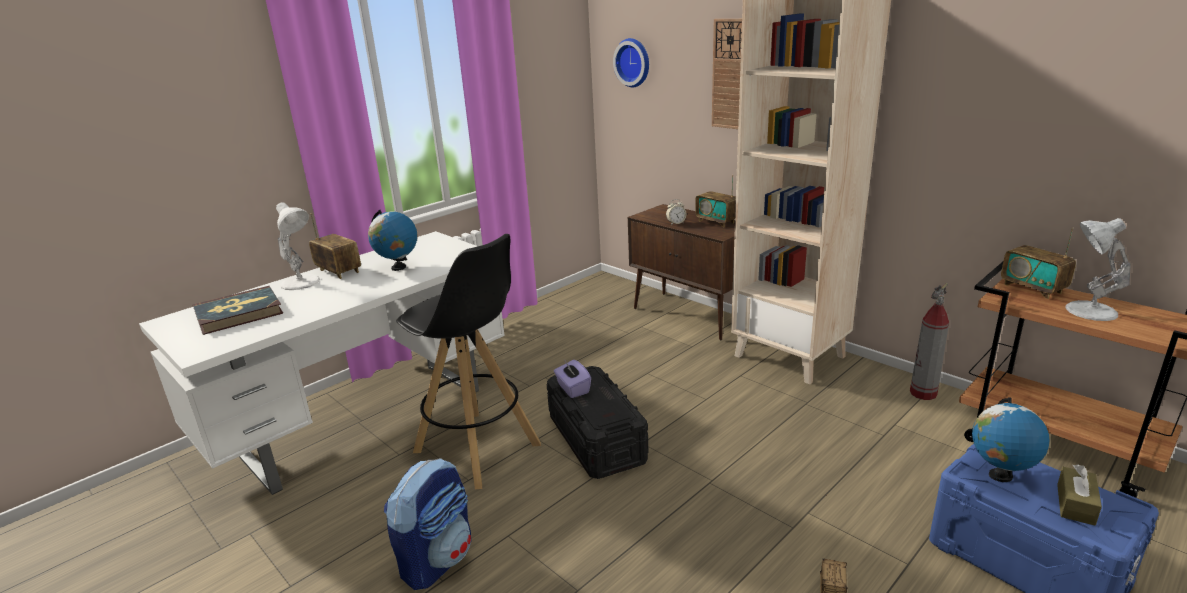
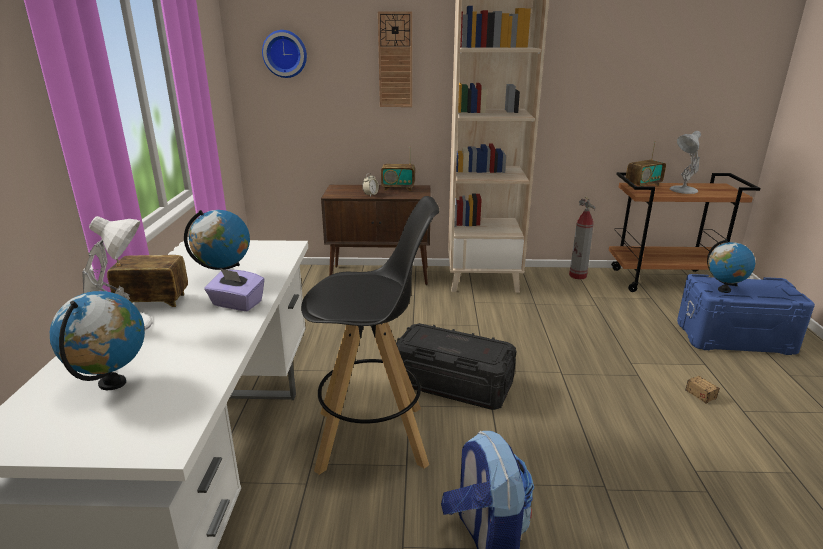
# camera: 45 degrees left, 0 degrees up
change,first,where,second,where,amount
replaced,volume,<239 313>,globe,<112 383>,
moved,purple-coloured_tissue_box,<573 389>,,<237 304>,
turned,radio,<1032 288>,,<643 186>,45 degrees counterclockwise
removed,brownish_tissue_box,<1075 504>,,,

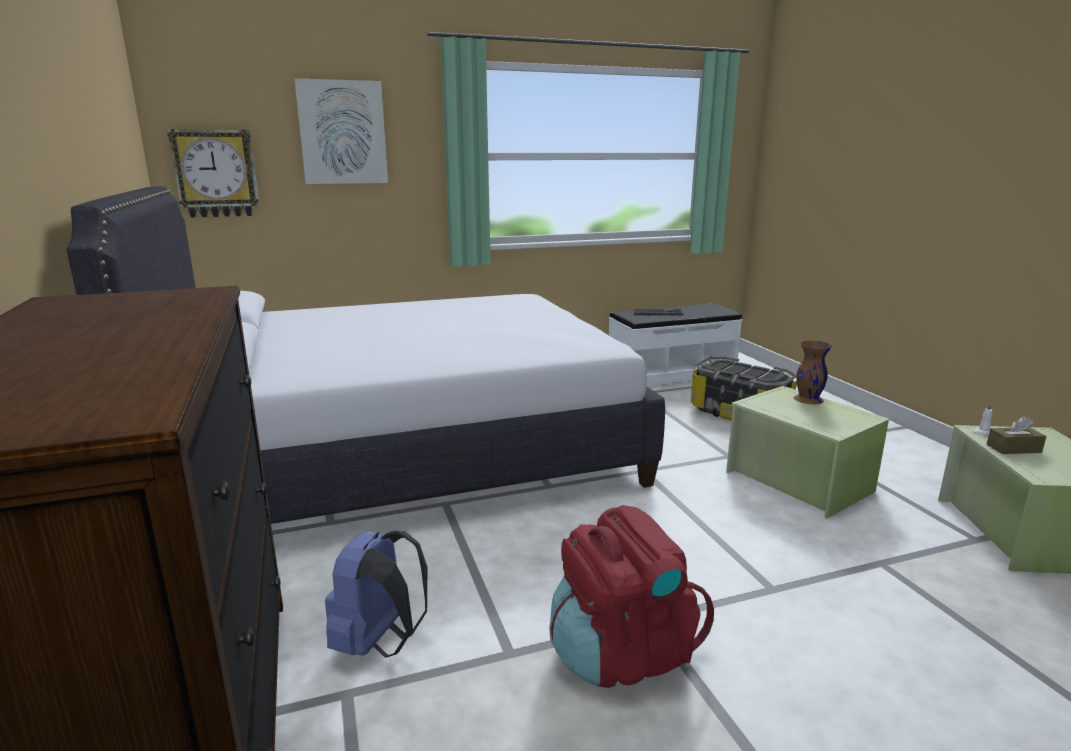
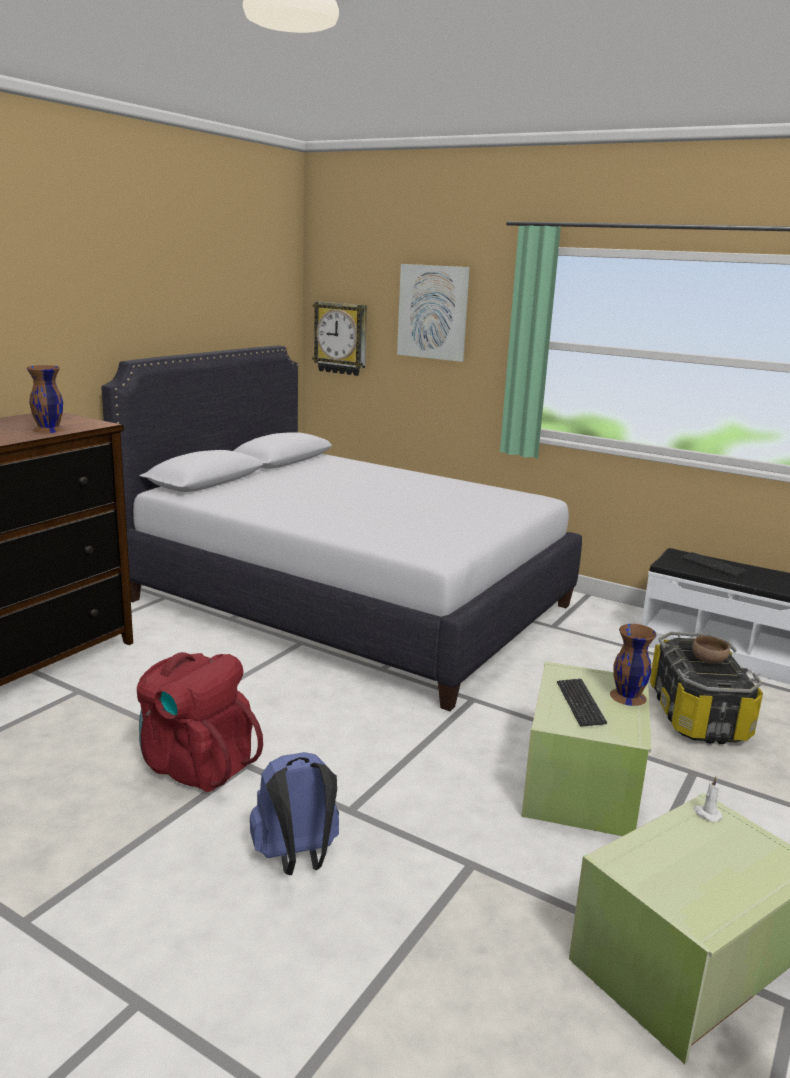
# camera: 50 degrees right, 0 degrees up
change,first,where,second,where,amount
added,,,brownish_flower_vase,<48 429>,
moved,blue-coloured_backpack,<379 643>,,<297 859>,
added,,,computer_keyboard,<580 703>,
added,,,brownish_bowl,<709 661>,
removed,brownish_tissue_box,<1013 448>,,,

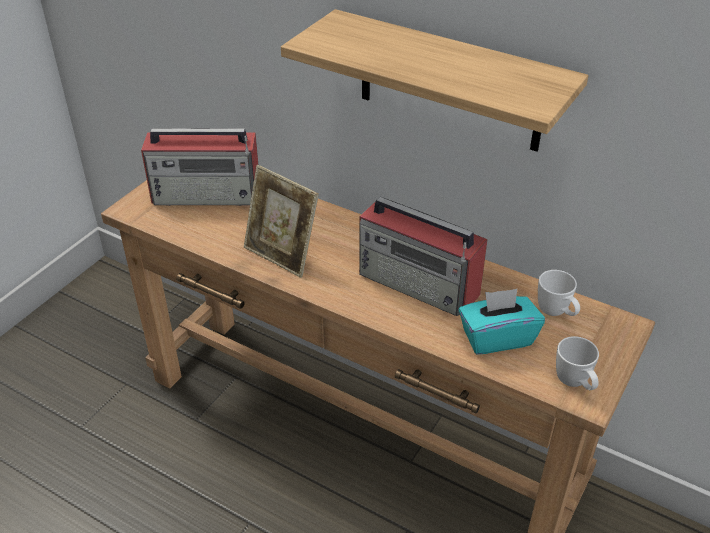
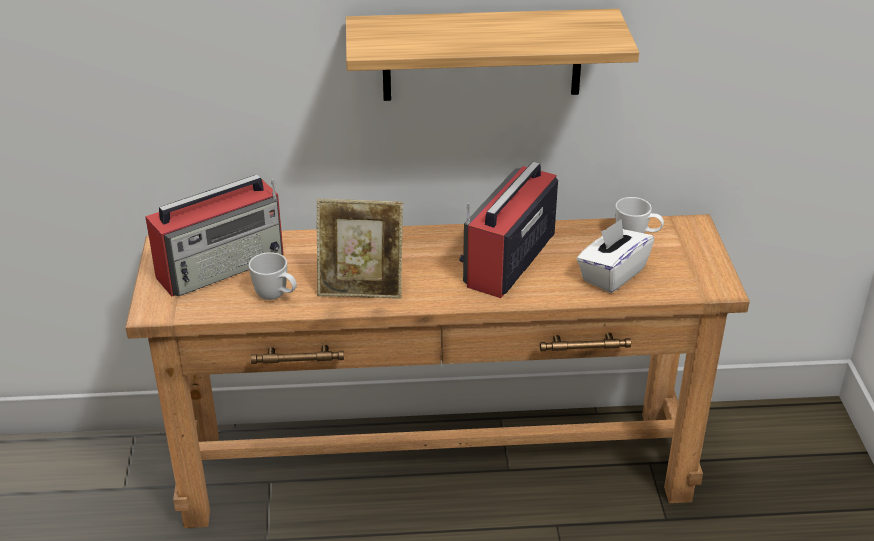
# camera: 35 degrees left, 5 degrees down
change,first,where,second,where,amount
moved,white-coloured_tea_mug,<575 384>,,<276 296>,
turned,radio,<419 284>,,<508 261>,120 degrees clockwise
recoloured,turquoise_tissue_box,<497 337>,white-coloured_tissue_box,<612 274>,

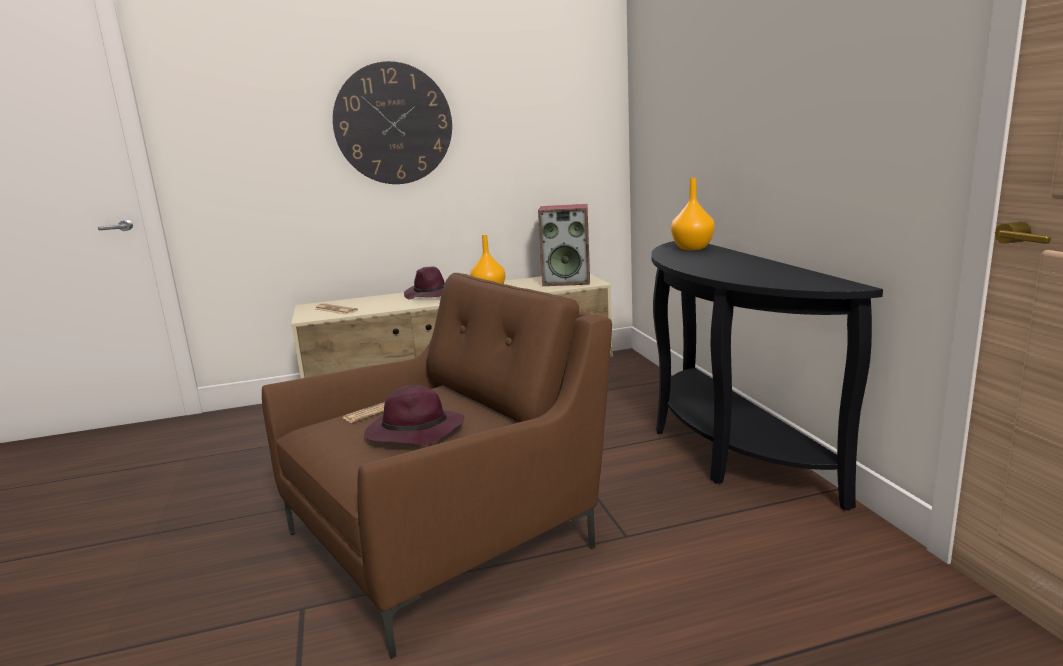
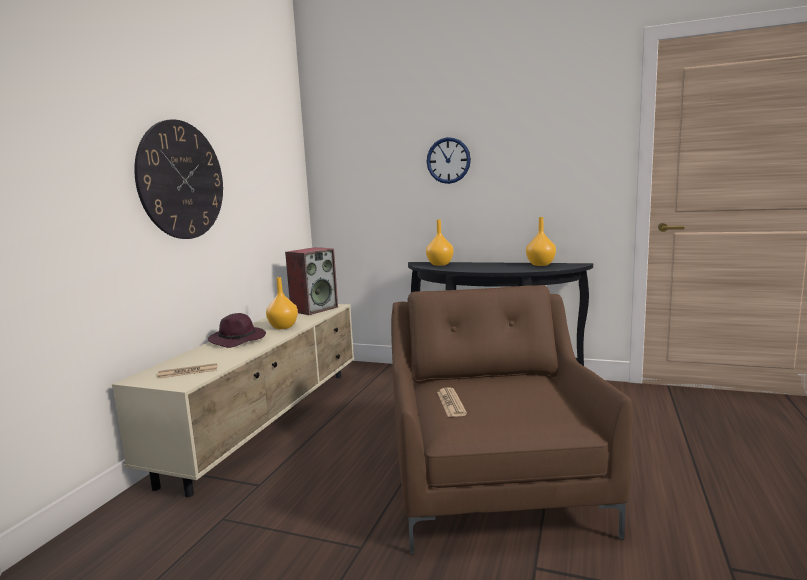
# camera: 55 degrees left, 5 degrees down
change,first,where,second,where,amount
added,,,wall_clock,<448 160>,
added,,,orangey_flower_vase,<541 264>,
removed,purple-coloured_hat,<413 433>,,,

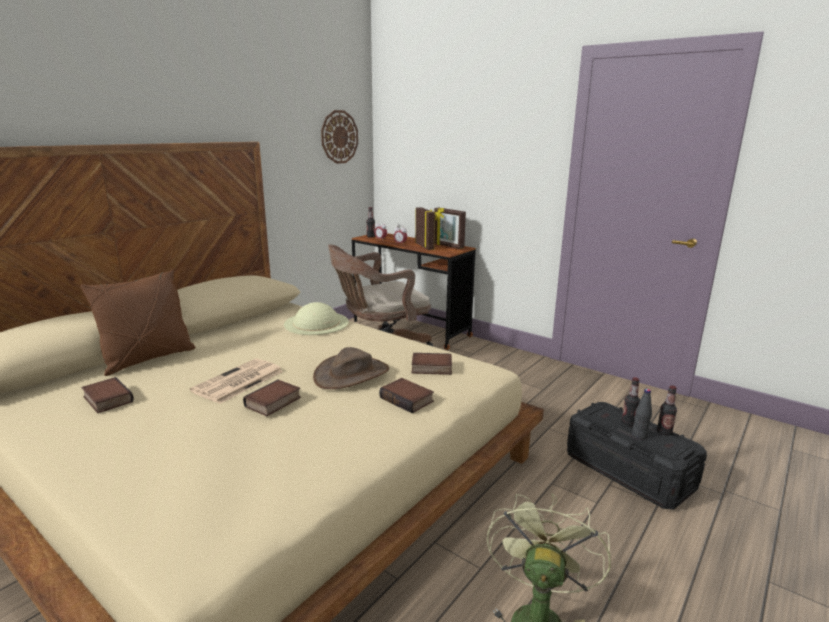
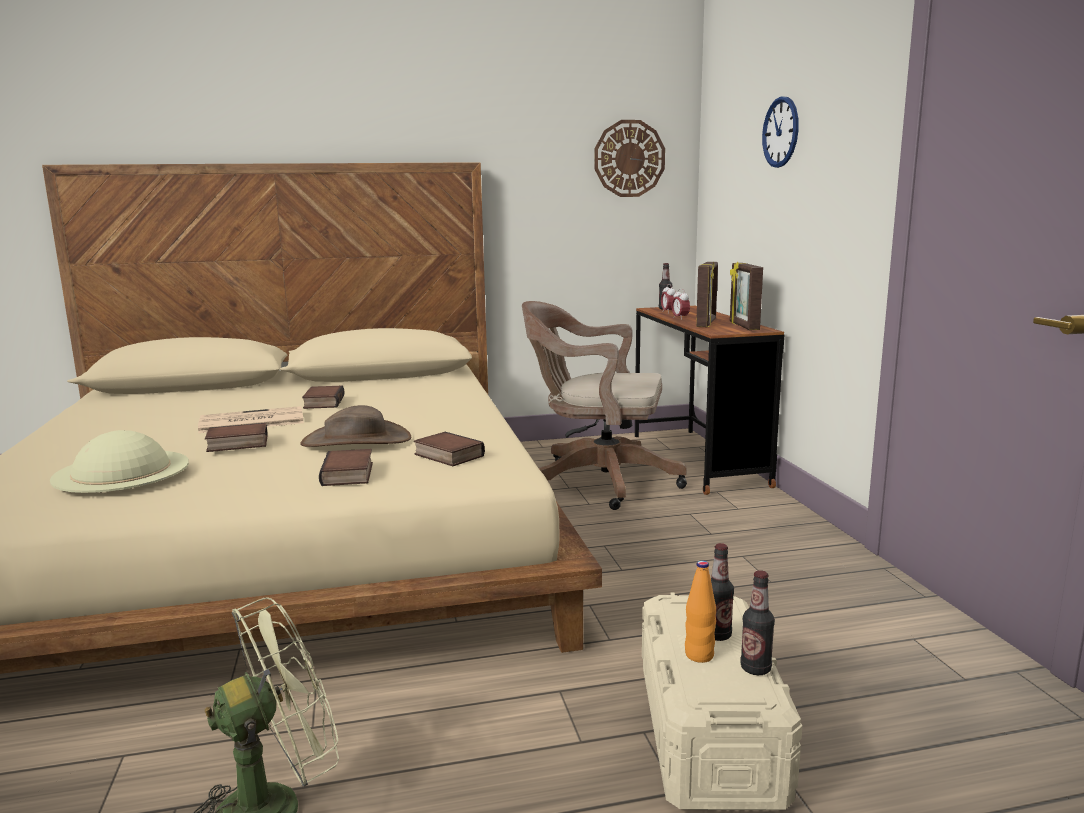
# camera: 40 degrees right, 5 degrees down
change,first,where,second,where,amount
moved,beige-coloured_hat,<316 323>,,<121 471>,
moved,volume,<106 399>,,<322 402>,
recoloured,black-coloured_storage_box,<628 471>,beige-coloured_storage_box,<709 731>,
recoloured,black-coloured_drink_bottle,<639 436>,orangey_drink_bottle,<699 655>,
added,,,wall_clock,<780 132>,
removed,brownish_cushion,<148 359>,,,

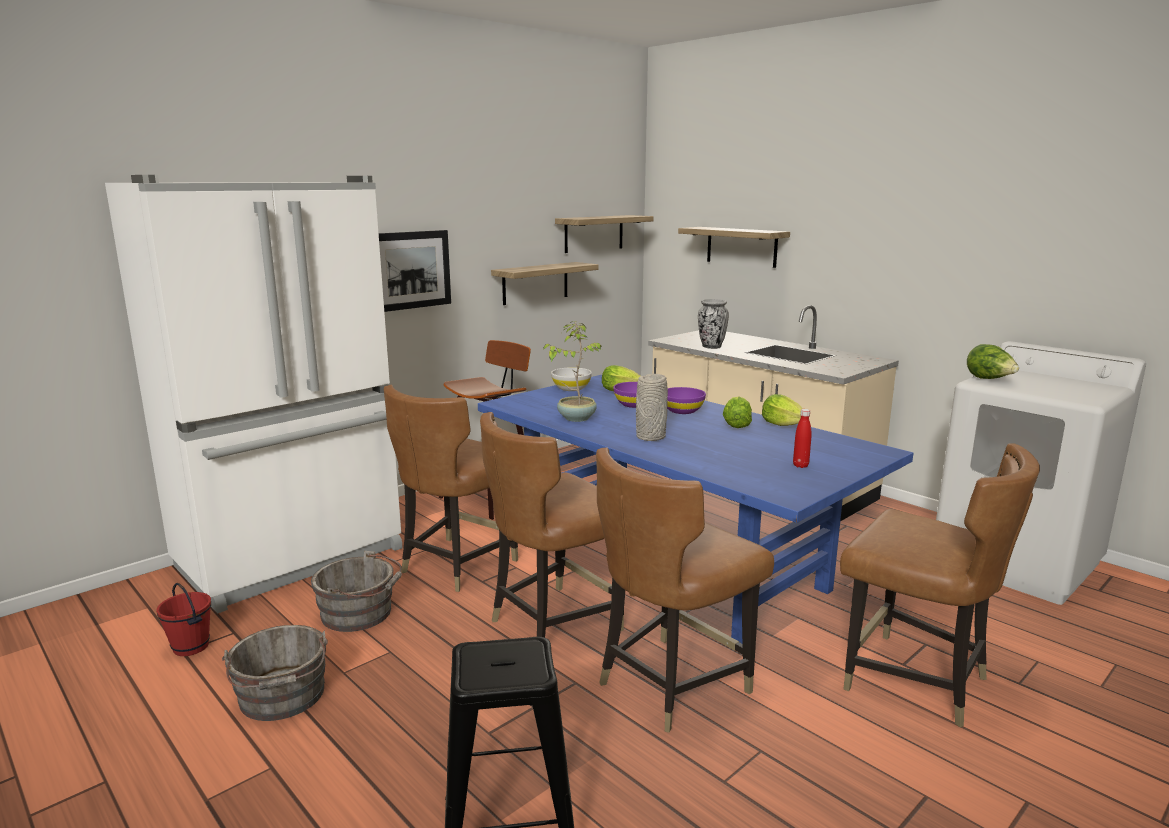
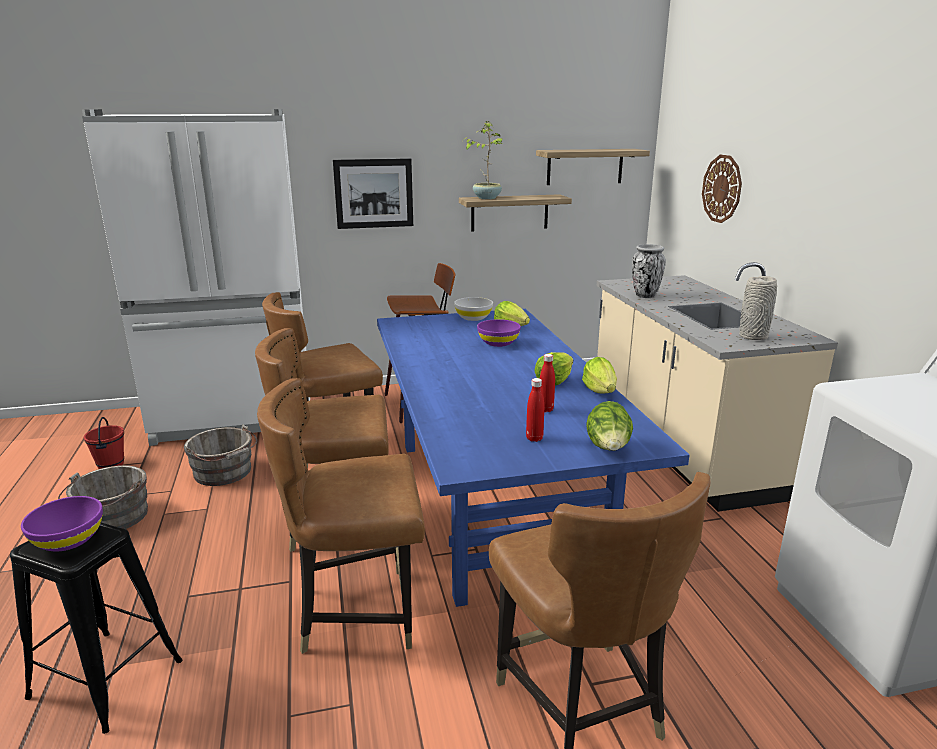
# camera: 30 degrees right, 5 degrees up
change,first,where,second,where,amount
moved,purple-coloured_bowl,<682 411>,,<68 540>,
moved,plant_in_a_pot,<576 418>,,<487 198>,
added,,,reddish_drink_bottle,<545 409>,
moved,lettuce,<989 379>,,<608 449>,
replaced,shelf,<741 246>,wall_clock,<722 189>,
moved,greyish_flower_vase,<650 437>,,<753 336>,

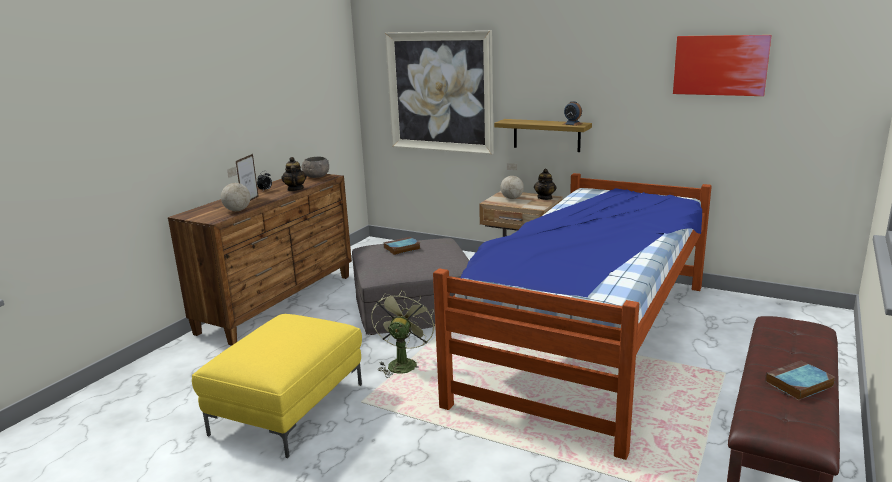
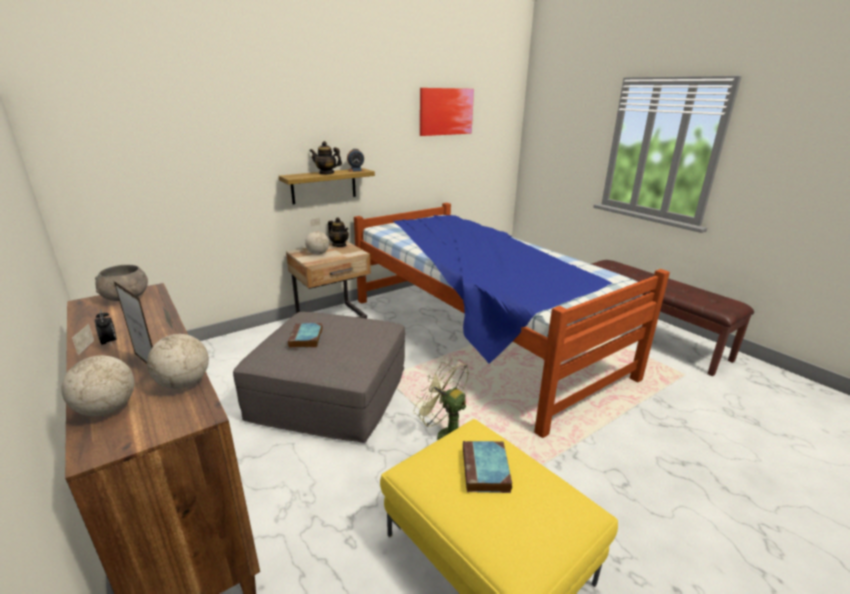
# camera: 65 degrees left, 5 degrees up
change,first,where,second,where,amount
added,,,globe,<108 409>,
moved,tea_pot,<295 189>,,<326 173>,
moved,volume,<798 384>,,<486 471>,
removed,wall_picture,<440 92>,,,

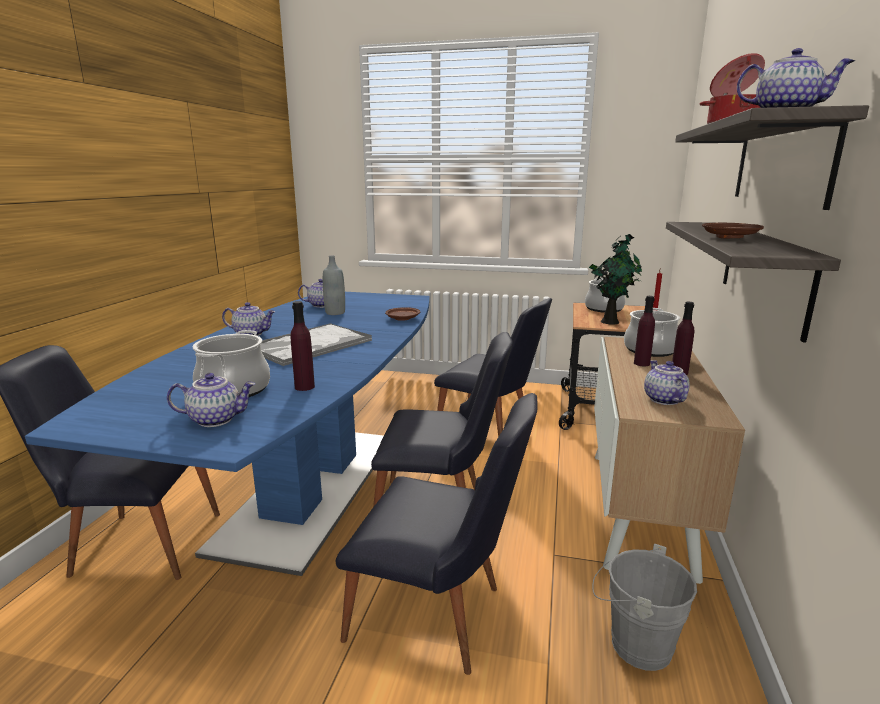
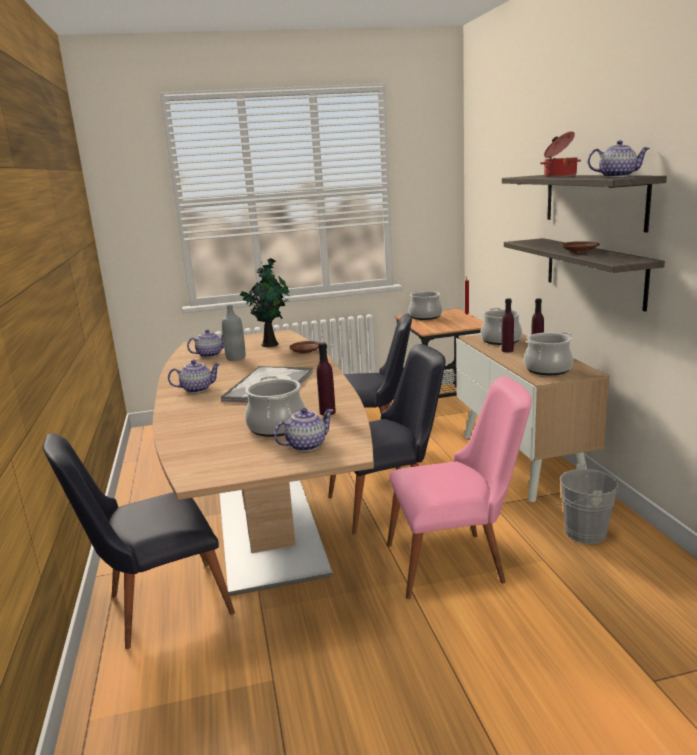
# camera: 25 degrees left, 0 degrees up
change,first,where,second,where,amount
recoloured,blue-coloured_dining_table,<313 487>,brownish_dining_table,<267 520>,
moved,plant_in_a_pot,<610 321>,,<270 344>,
recoloured,black-coloured_chair,<439 618>,pinkish_chair,<457 563>,
replaced,tea_pot,<663 399>,stockpot,<547 369>,

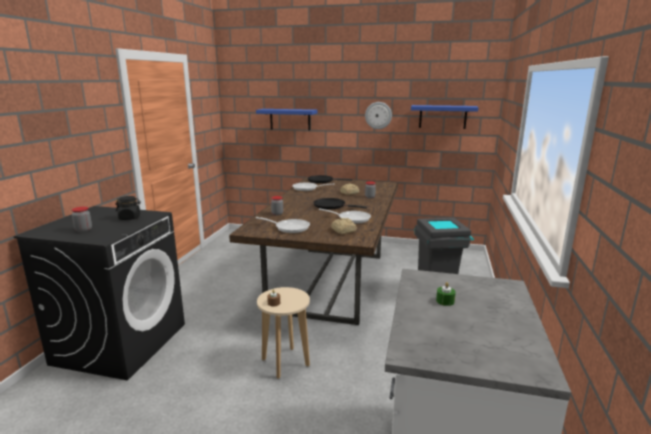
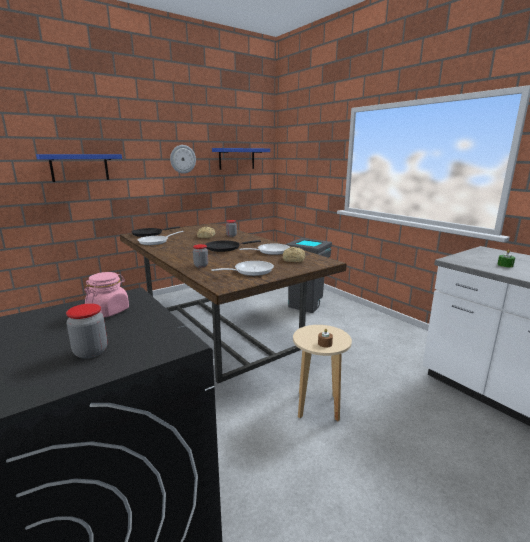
# camera: 50 degrees left, 0 degrees up
change,first,where,second,where,amount
recoloured,black-coloured_jar,<130 218>,pinkish_jar,<108 311>,

